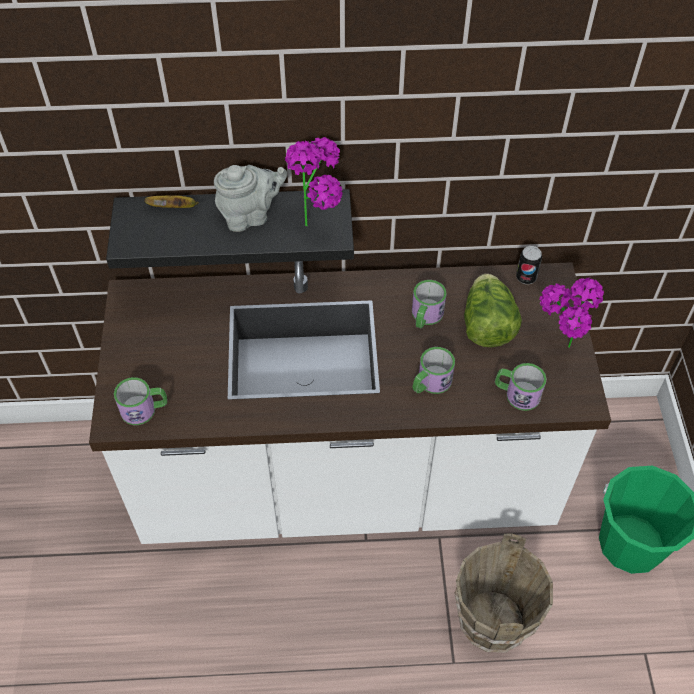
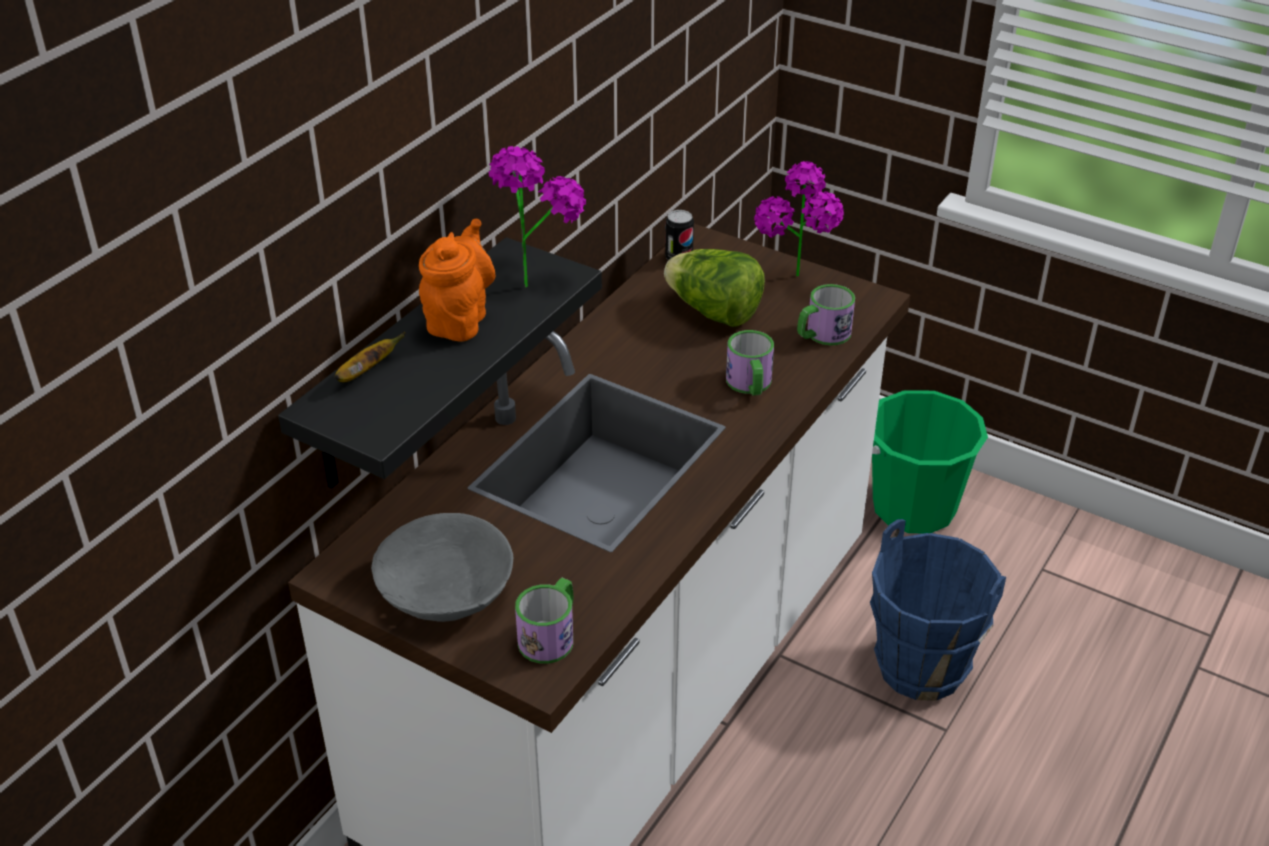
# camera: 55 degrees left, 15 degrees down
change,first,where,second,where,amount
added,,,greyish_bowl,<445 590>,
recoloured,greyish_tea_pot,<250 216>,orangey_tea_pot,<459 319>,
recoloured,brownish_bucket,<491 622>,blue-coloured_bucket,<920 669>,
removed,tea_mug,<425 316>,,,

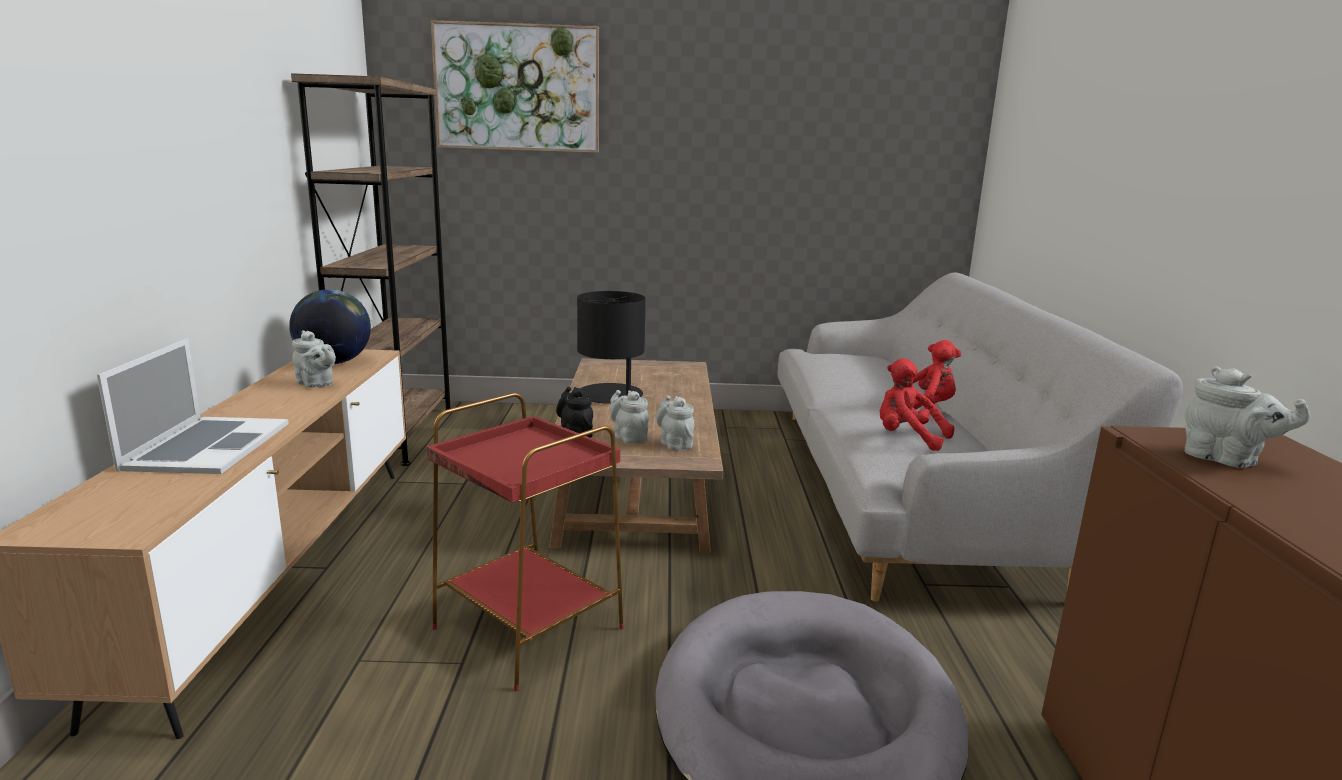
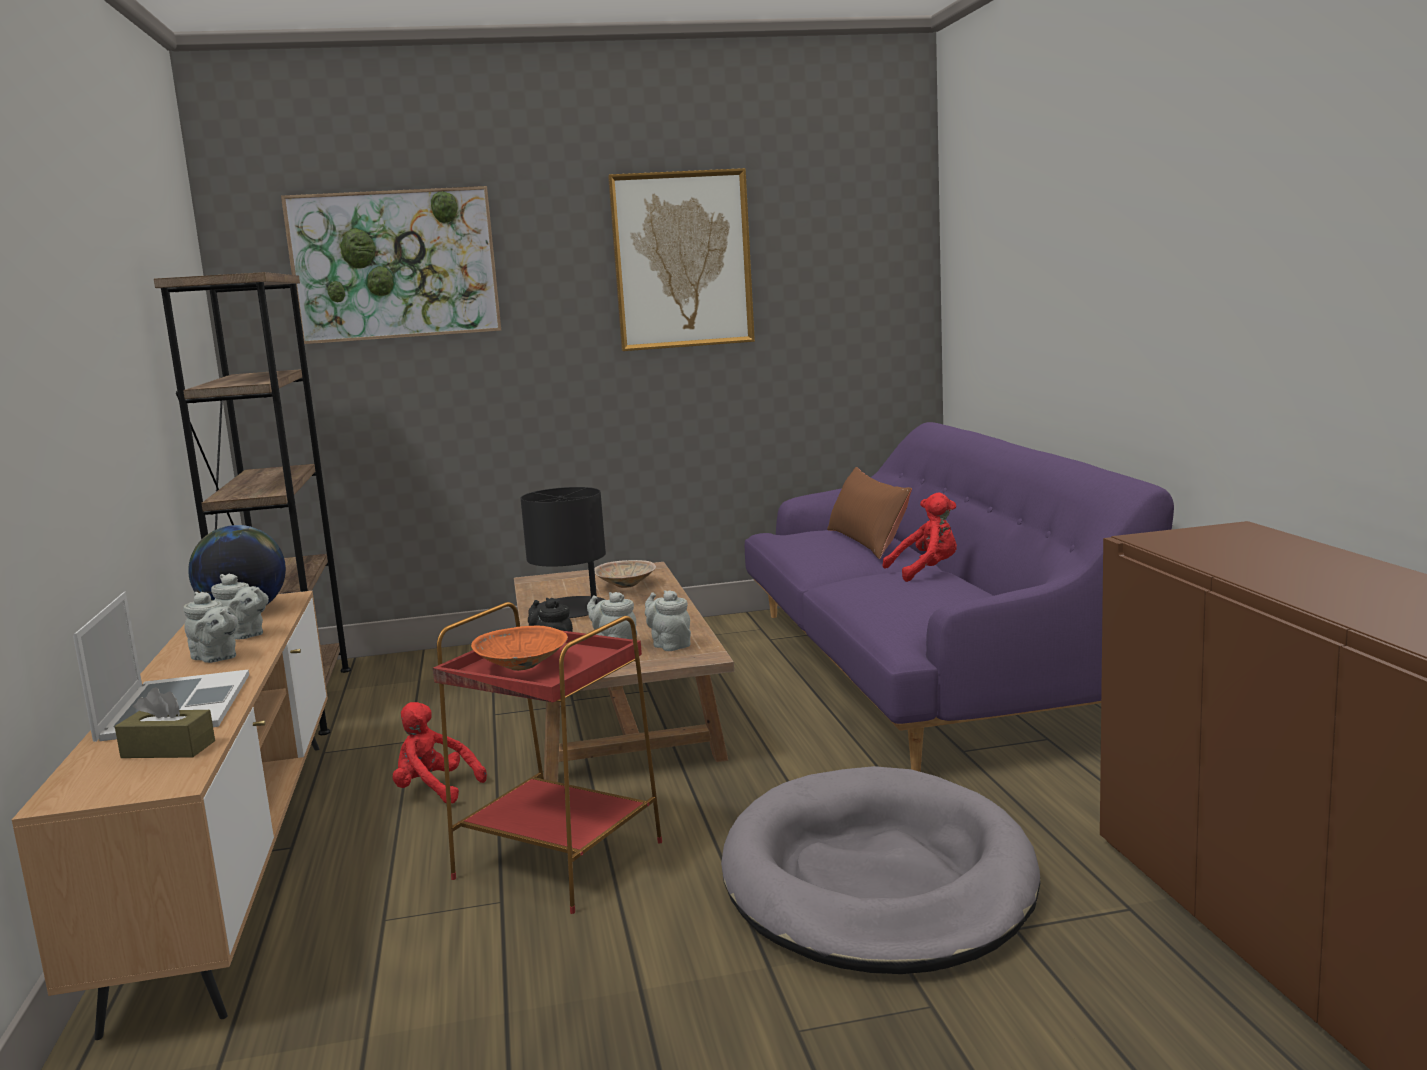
# camera: 10 degrees left, 5 degrees down
change,first,where,second,where,amount
added,,,brownish_tissue_box,<168 749>,
moved,greyish_tea_pot,<1226 460>,,<216 658>,
moved,reddish_plush_toy,<907 438>,,<434 790>,
added,,,orangey_bowl,<522 667>,
added,,,beige-coloured_bowl,<625 586>,
added,,,wall_picture,<682 260>,
recoloured,greyish_settee,<906 489>,purple-coloured_settee,<920 668>,
added,,,brownish_cushion,<867 542>,

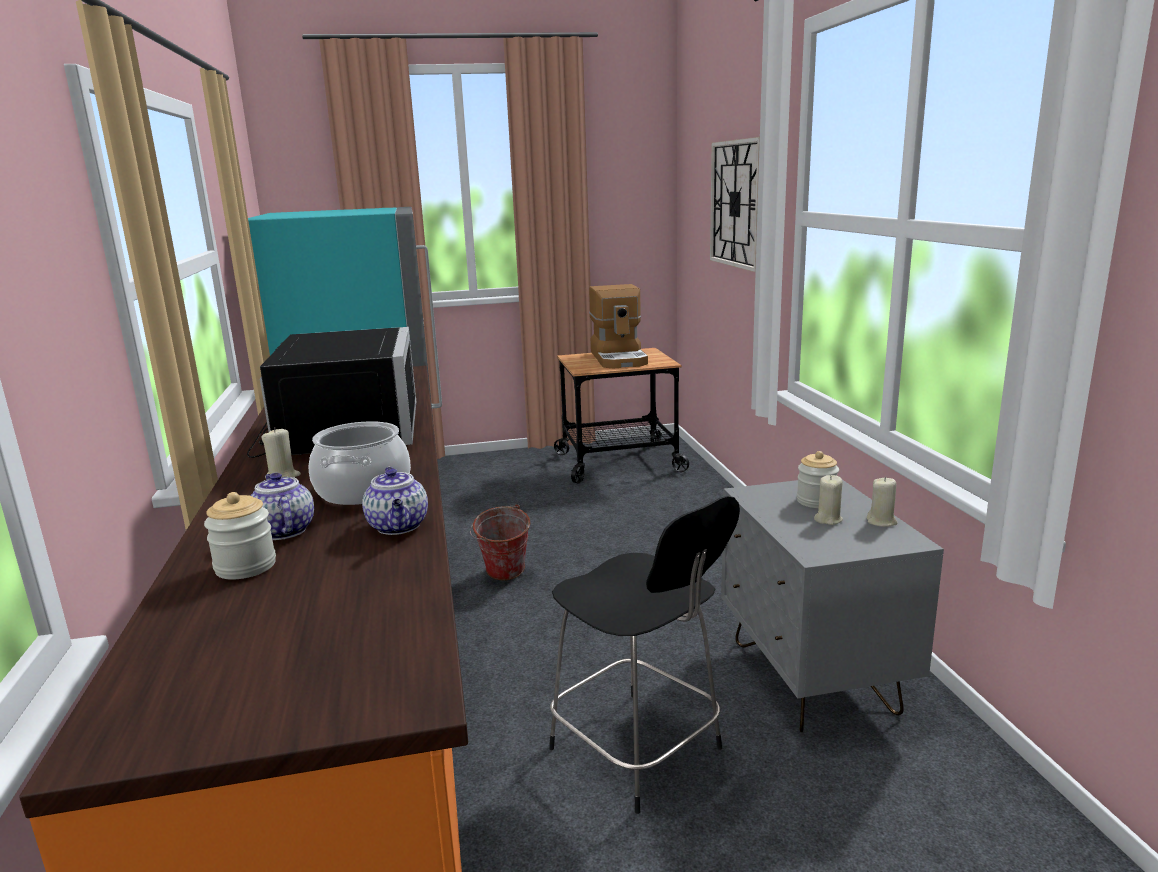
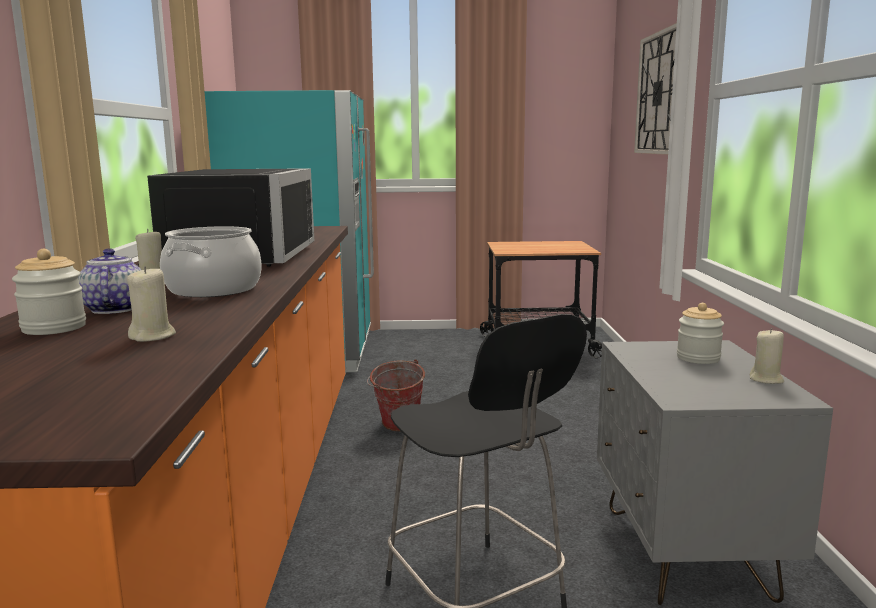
# camera: 10 degrees right, 5 degrees down
change,first,where,second,where,amount
moved,beige-coloured_candle,<828 519>,,<152 336>,
removed,tea_pot,<399 527>,,,
removed,coffee_maker,<620 358>,,,

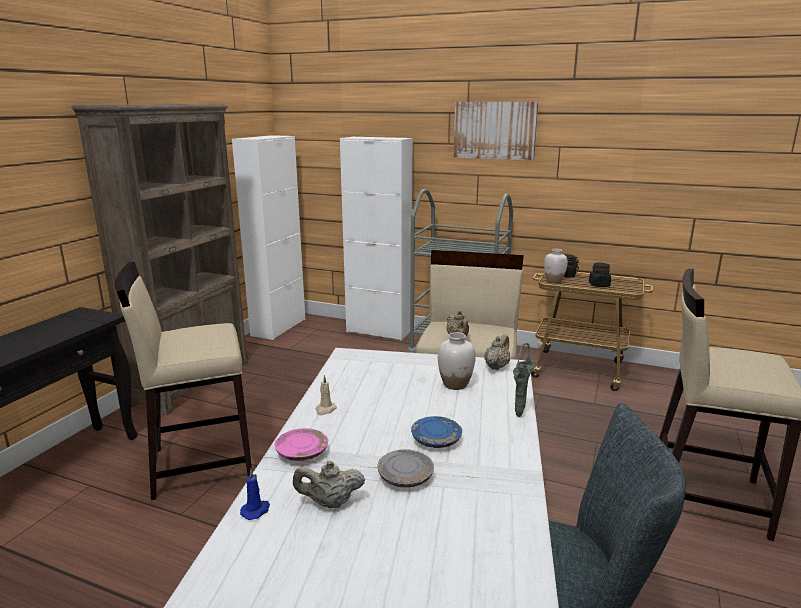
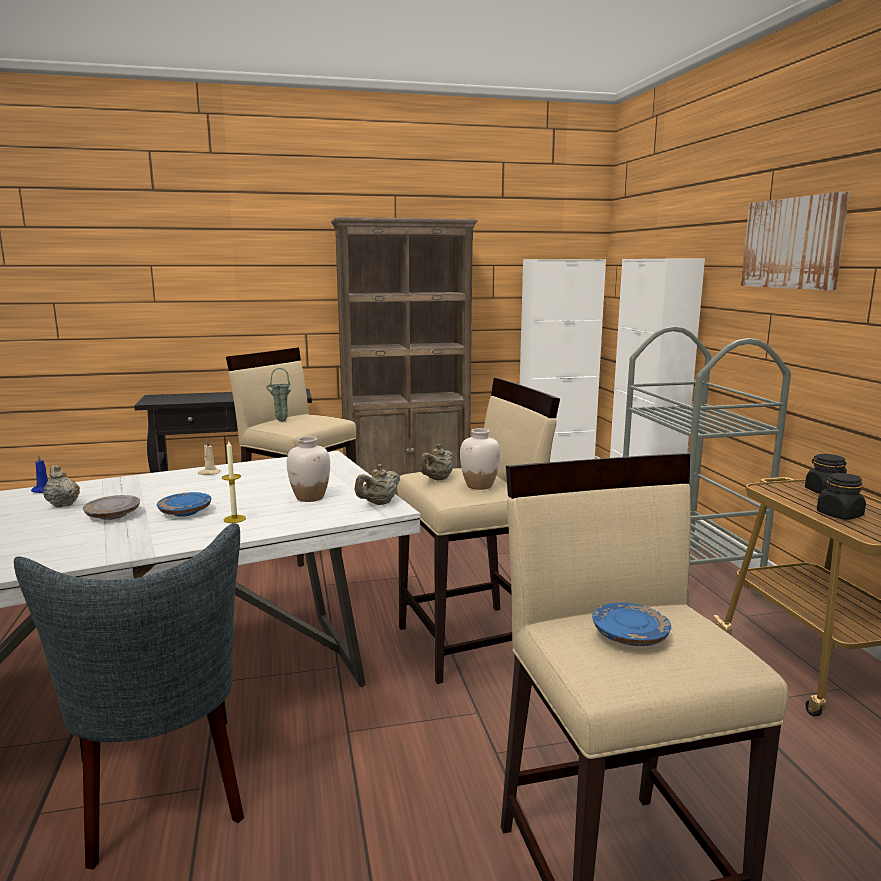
# camera: 55 degrees right, 5 degrees down
change,first,where,second,where,amount
added,,,candle,<234 519>,
moved,green_flower_vase,<519 416>,,<280 421>,
turned,beige-coloured_tea_pot,<496 366>,,<378 503>,135 degrees clockwise
moved,white-coloured_flower_vase,<554 281>,,<479 486>,
added,,,blue-coloured_flat_dish,<629 636>,
removed,pinkish_flat_dish,<302 452>,,,

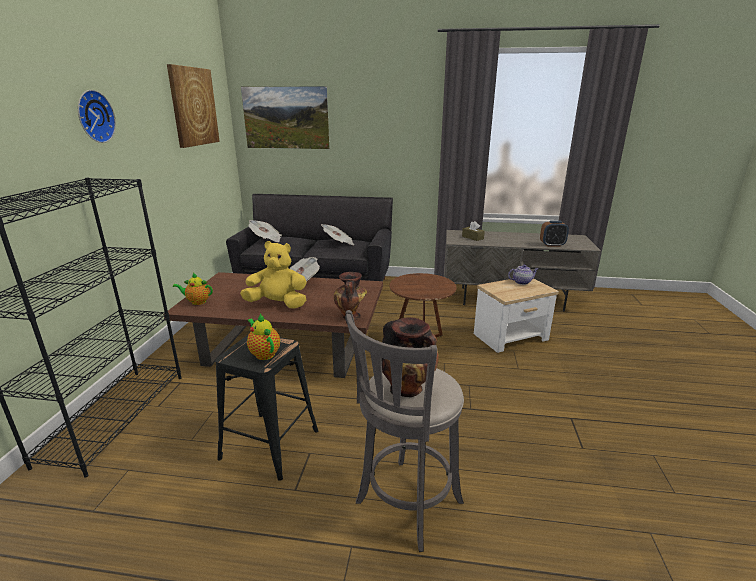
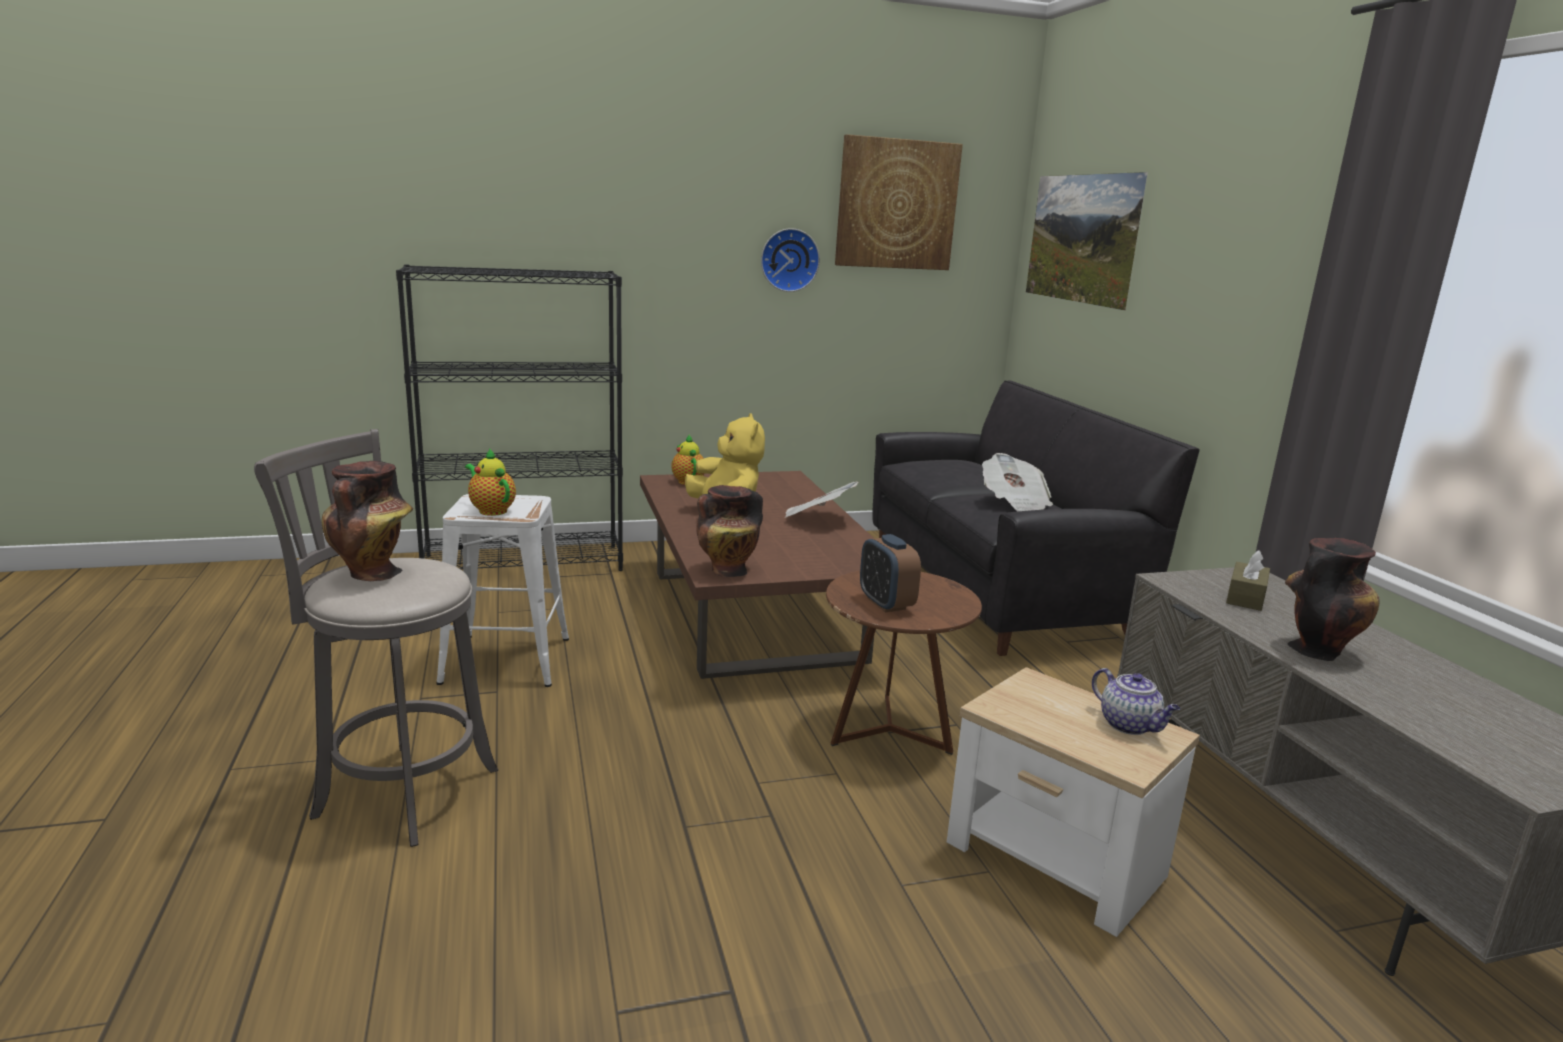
# camera: 65 degrees right, 5 degrees down
change,first,where,second,where,amount
recoloured,black-coloured_stool_seat,<269 444>,white-coloured_stool_seat,<506 659>,
turned,tea_pot,<264 353>,,<491 510>,75 degrees counterclockwise
moved,wall_clock,<93 116>,,<789 260>,
moved,bedside_clock,<552 245>,,<886 603>,
added,,,flower_vase,<1317 649>,
removed,daily_paper,<266 239>,,,

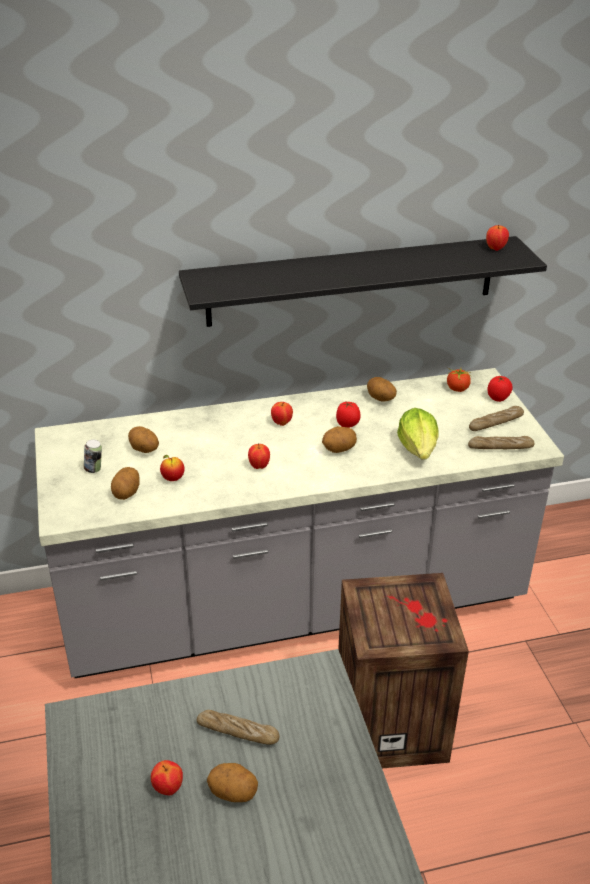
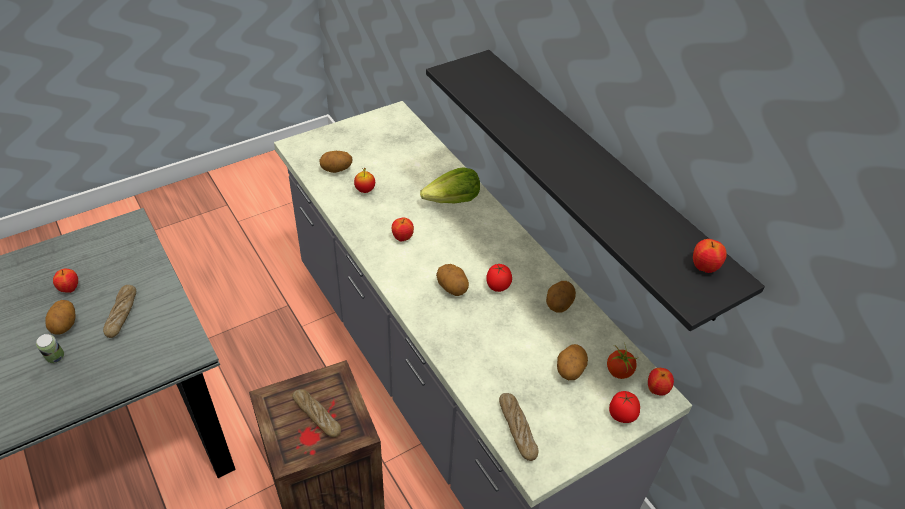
# camera: 70 degrees right, 10 degrees up
change,first,where,second,where,amount
moved,can,<94 469>,,<56 358>,
moved,bread,<496 423>,,<317 416>,
moved,lettuce,<418 449>,,<453 201>,
moved,potato,<144 450>,,<569 370>,
moved,apple,<281 423>,,<656 390>,

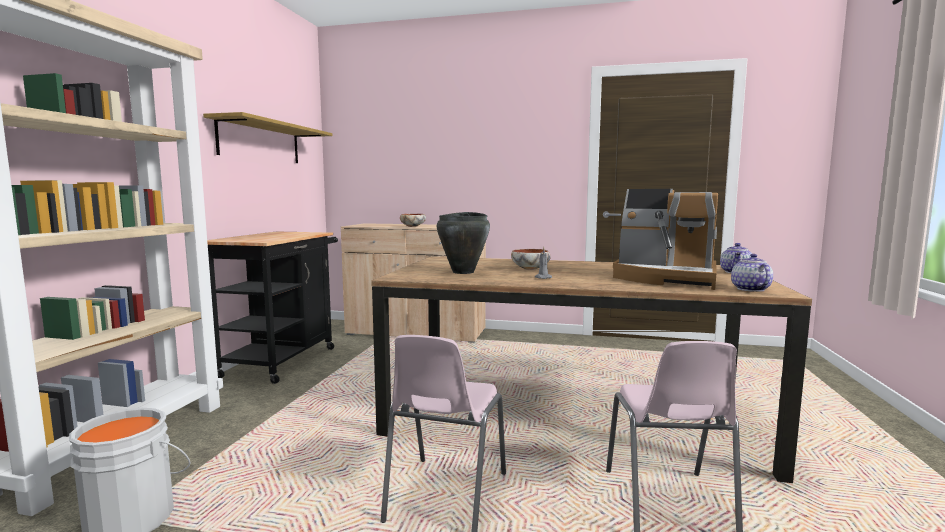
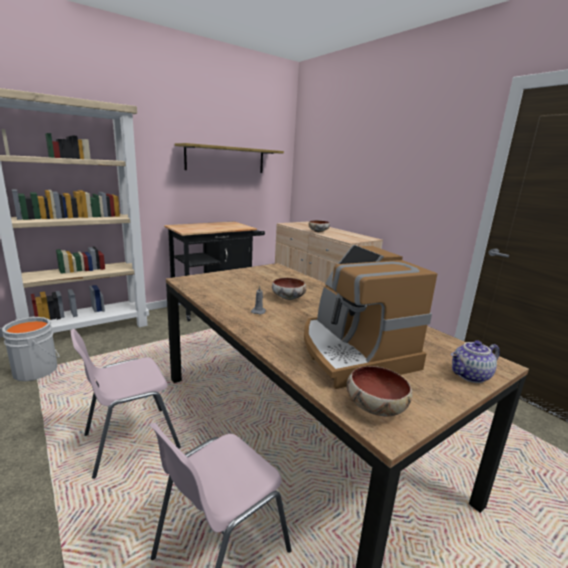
# camera: 40 degrees right, 10 degrees up
change,first,where,second,where,amount
replaced,tea_pot,<749 289>,bowl,<374 406>,
removed,black-coloured_stockpot,<463 272>,,,

